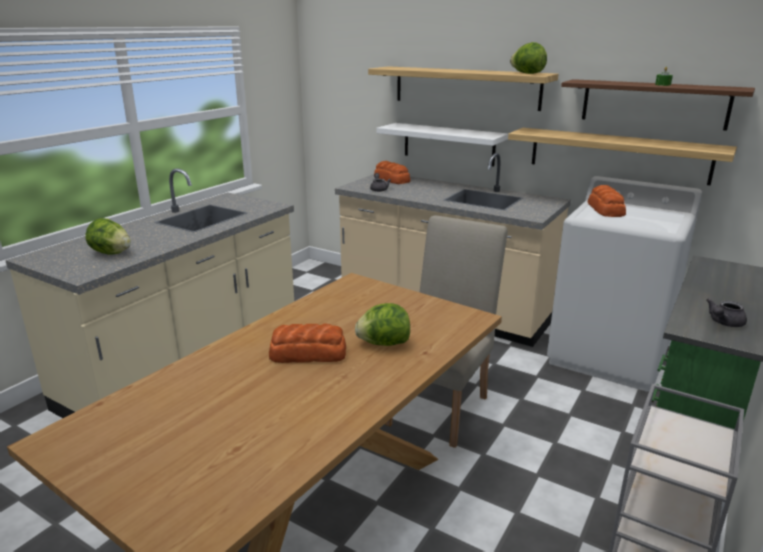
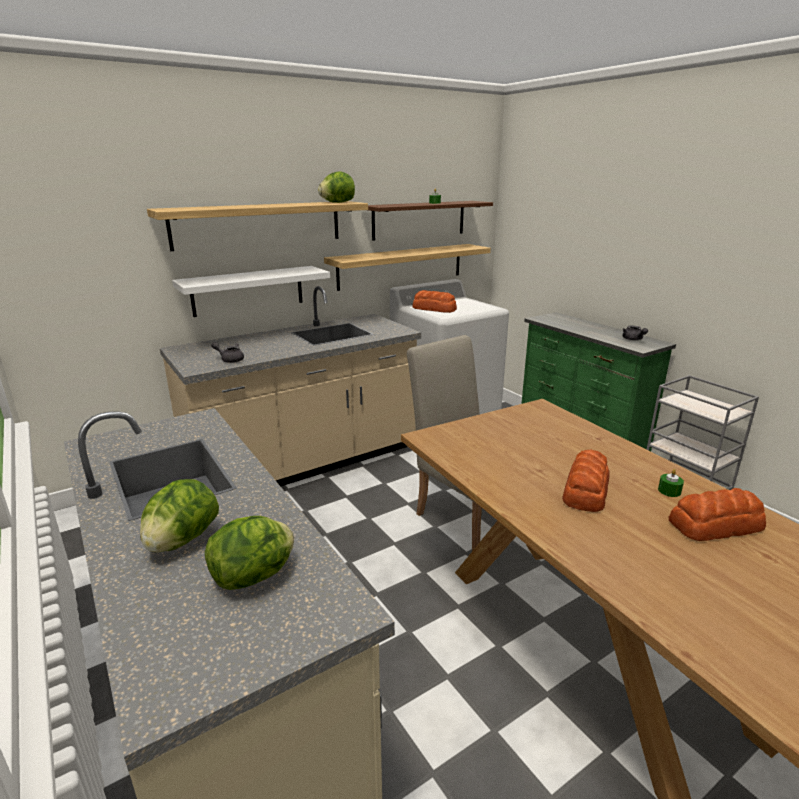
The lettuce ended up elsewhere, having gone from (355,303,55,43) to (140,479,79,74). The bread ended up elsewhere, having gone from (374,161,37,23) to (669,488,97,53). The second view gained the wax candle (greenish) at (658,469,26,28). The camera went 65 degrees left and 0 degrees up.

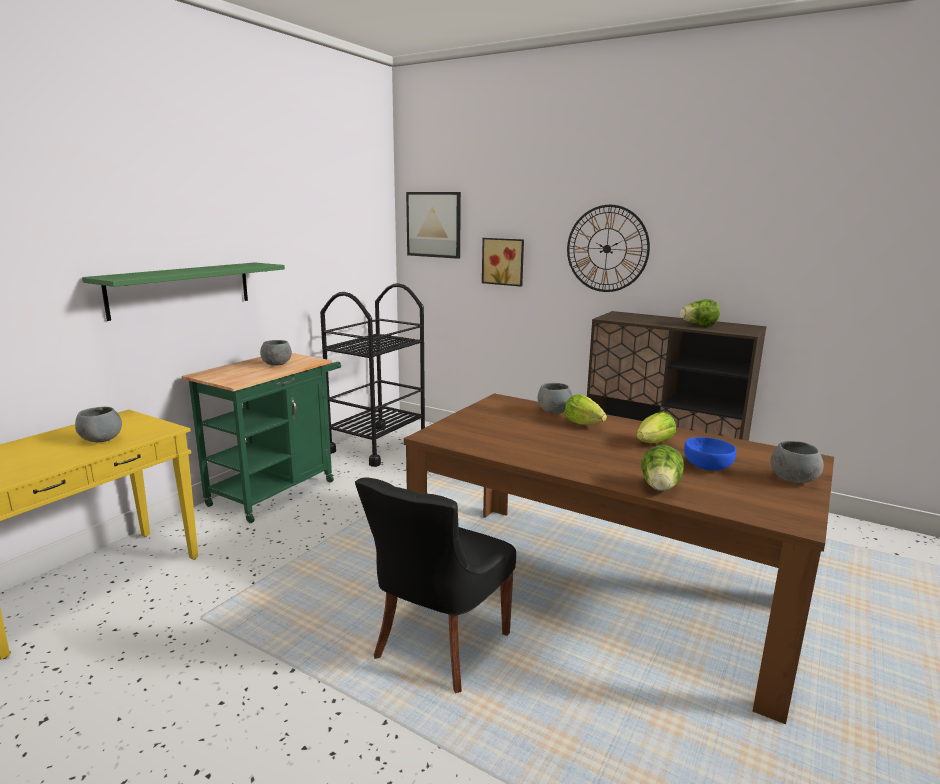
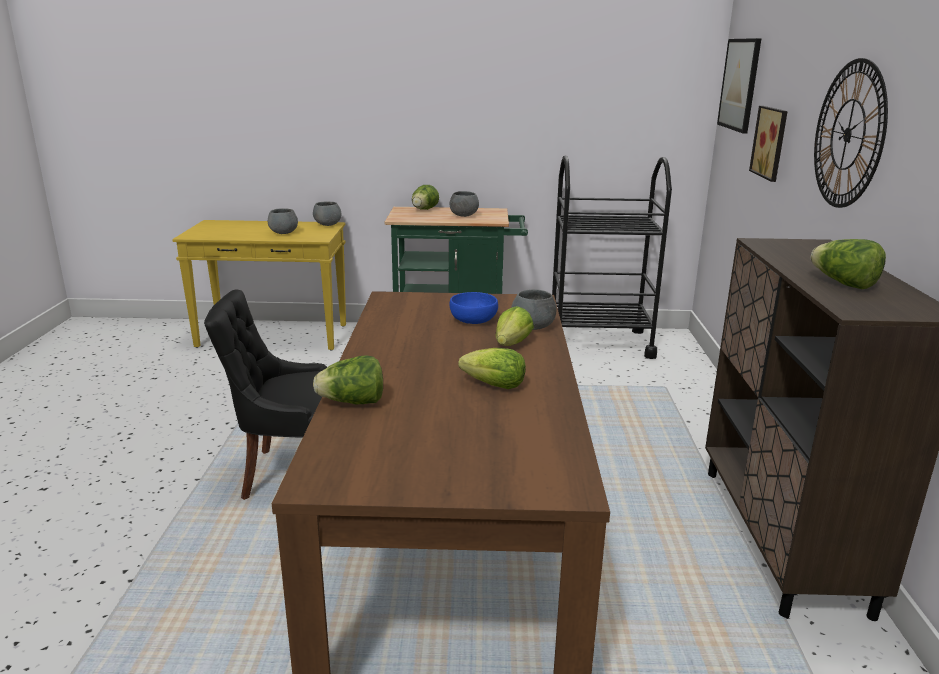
The second view lost the wall shelf (greenish) at (82,262,203,59). The serving bowl (bluish) ended up elsewhere, having gone from (684,437,52,34) to (450,292,48,32). The serving bowl (greyish) ended up elsewhere, having gone from (771,441,53,42) to (313,202,28,24). The second view gained the lettuce at (412,185,27,25). The camera went 60 degrees right and 5 degrees up.

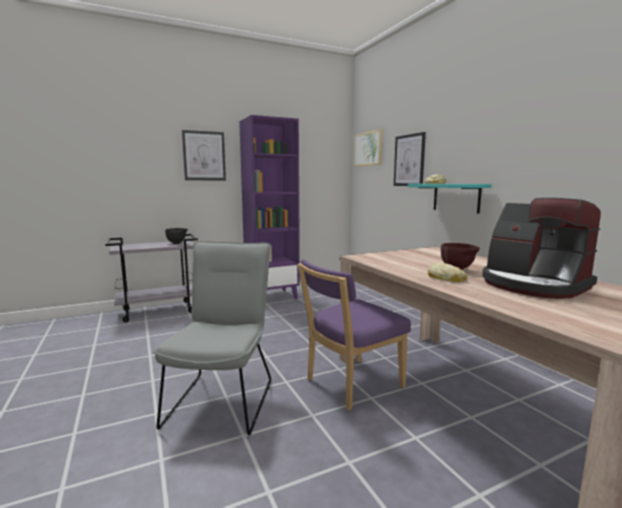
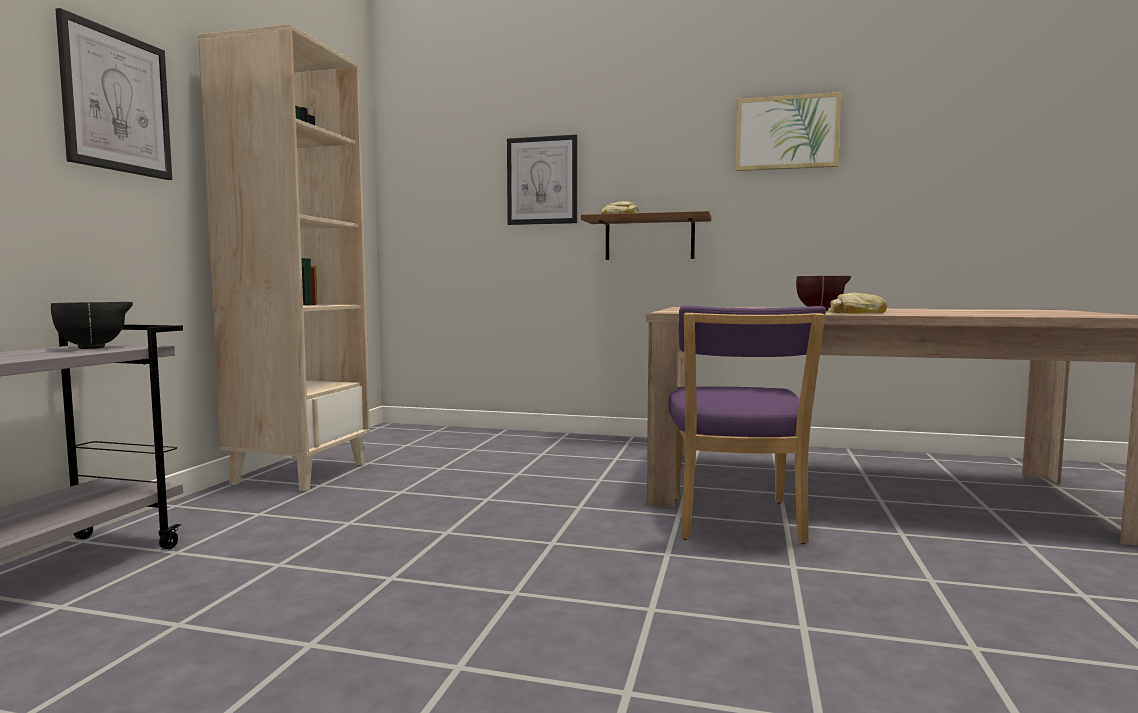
The second view lost the plain chair (greyish) at (153,241,118,194). What was the bookcase (purple-coloured) at (239,115,61,184) turned into the bookcase (beige-coloured) at (198,24,172,467). The wall art ended up elsewhere, having gone from (354,129,29,37) to (736,92,105,79). What was the wall shelf (blue-green) at (408,184,83,30) turned into the wall shelf (brownish) at (581,211,130,49). The second view lost the coffee machine at (482,198,119,101). The camera went 50 degrees left and 5 degrees down.

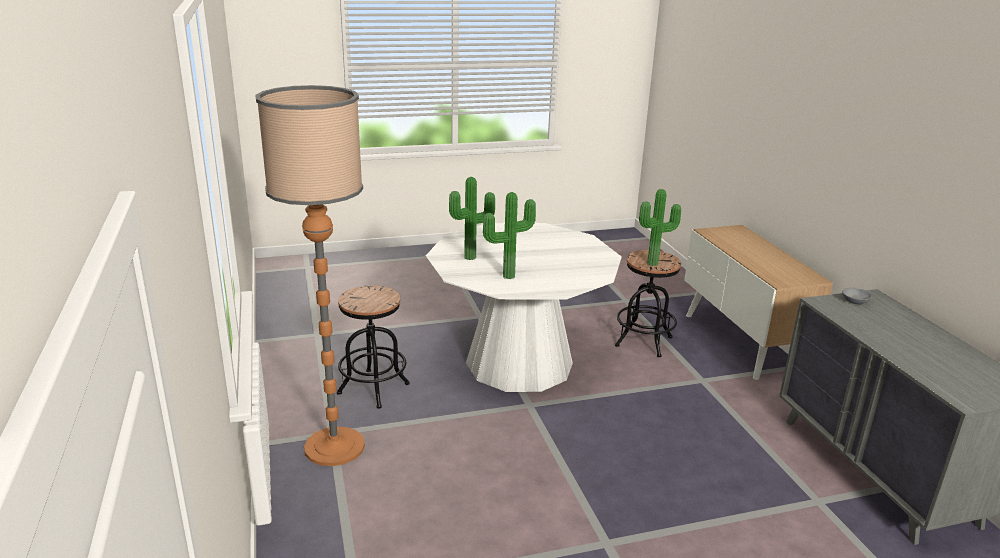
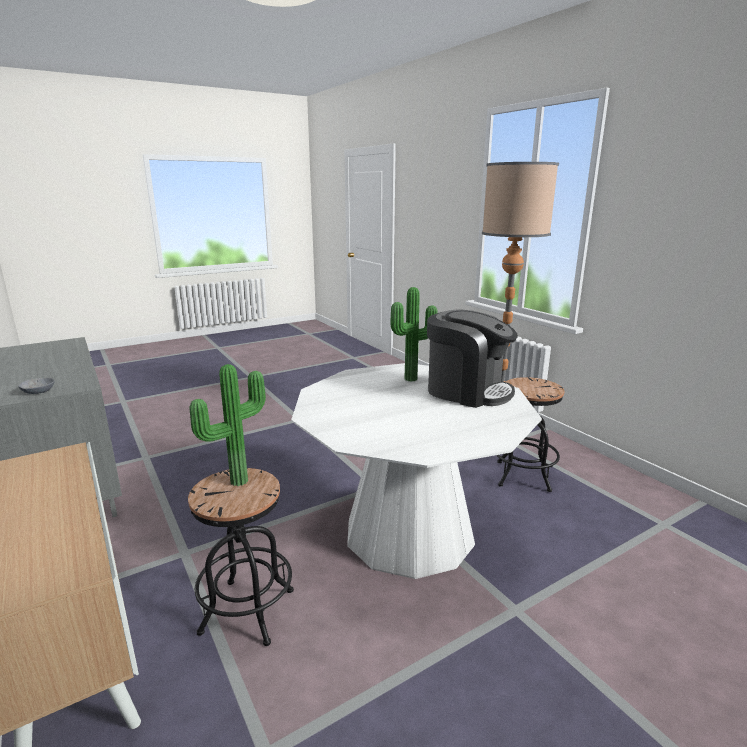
Where the potted plant stood at (449,177,46,83), the coffee machine came to stand at (427,310,91,98). The camera went 165 degrees right and 5 degrees down.

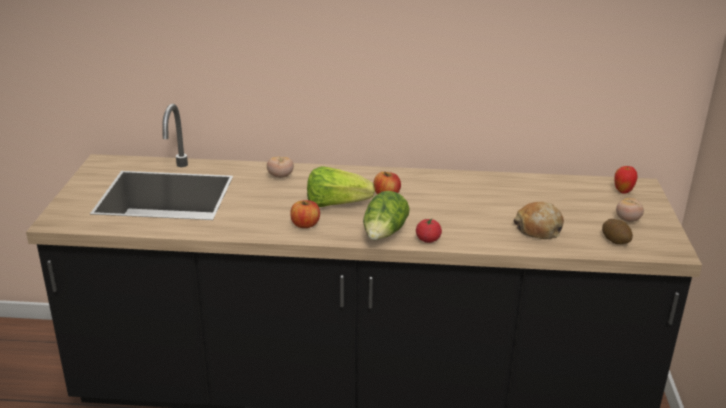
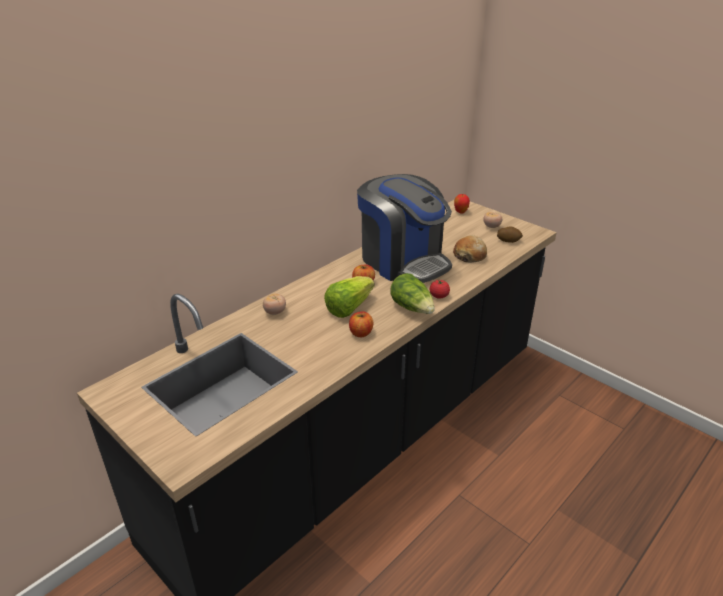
The second view gained the coffee machine at (357,174,95,109). The camera went 50 degrees left and 5 degrees up.

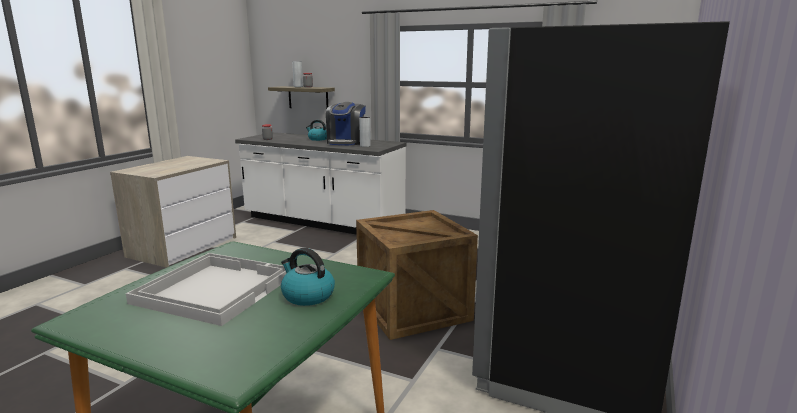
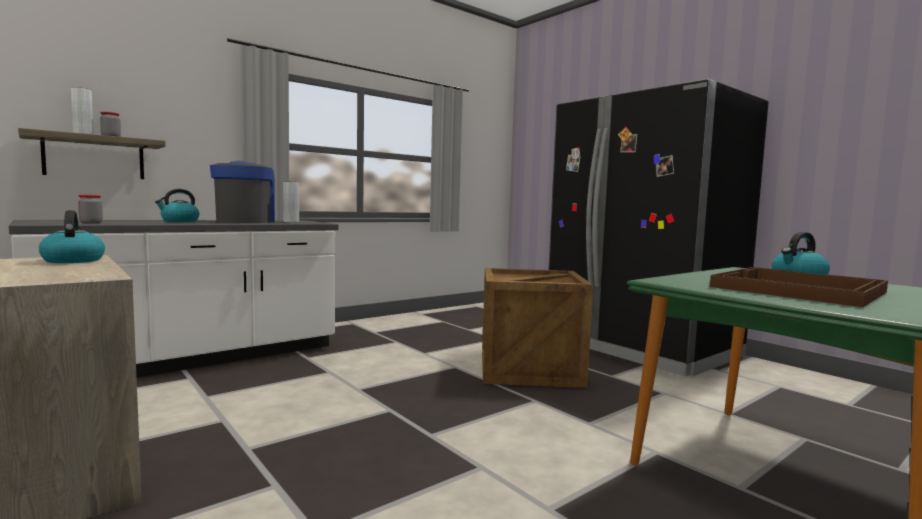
What was the tray (white) at (126,253,161,73) turned into the tray (brownish) at (710,267,178,40). The coffee machine at (326,102,40,43) ended up facing another way, 135 degrees counterclockwise from before. The second view gained the water kettle at (39,210,66,53). The camera went 65 degrees left and 10 degrees down.

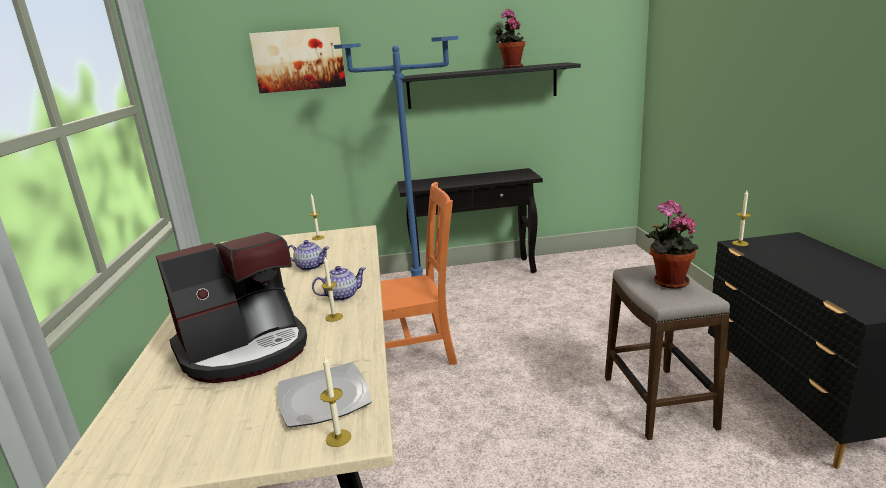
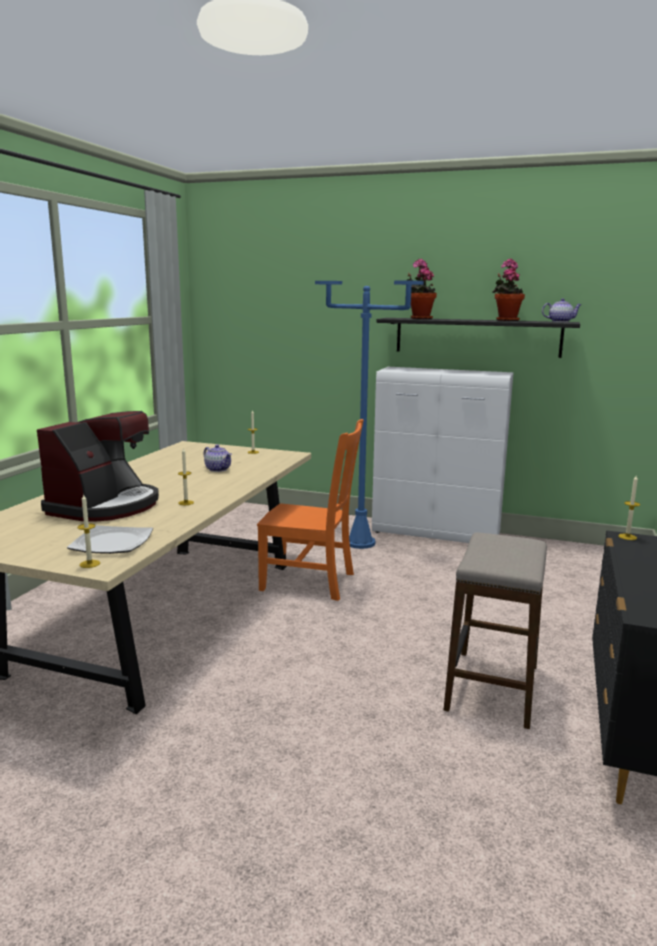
The coffee machine at (156,232,151,151) ended up facing another way, 60 degrees counterclockwise from before. The second view lost the wall art at (249,27,97,66). The pot for tea ended up elsewhere, having gone from (312,266,54,35) to (542,298,40,24). Where the hall table (black-coloured) stood at (397,168,146,105), the storage cabinet (white) came to stand at (372,367,142,176). The potted plant ended up elsewhere, having gone from (645,200,53,89) to (407,259,30,60). The camera went 25 degrees right and 5 degrees down.

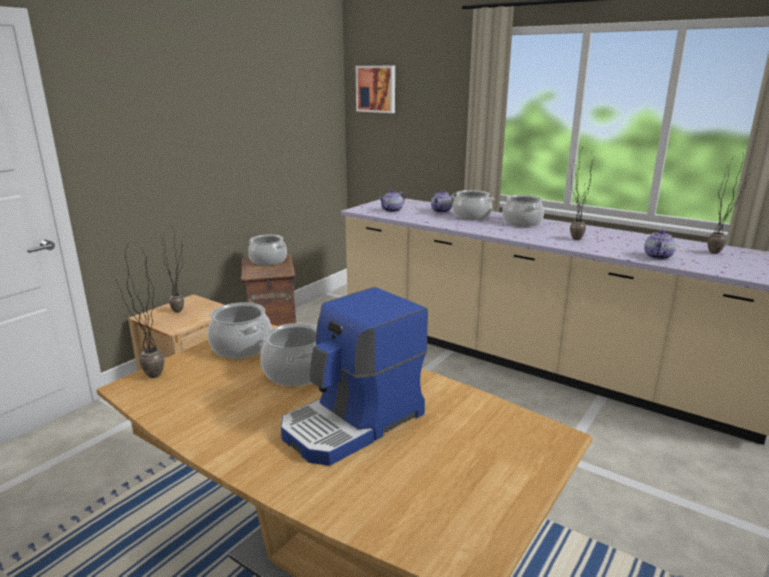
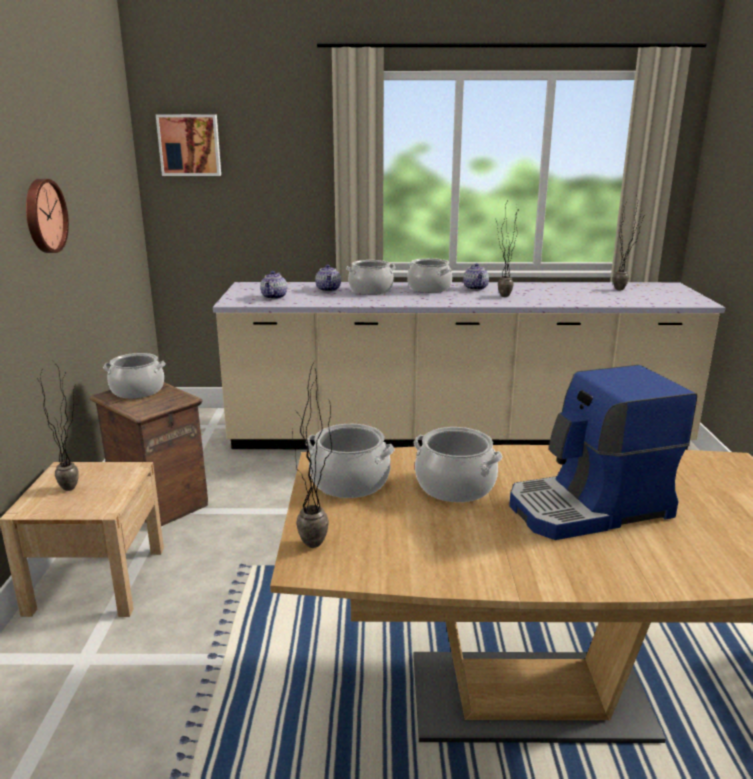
The coffee machine at (281,287,147,179) ended up facing another way, 60 degrees clockwise from before. The pot for tea ended up elsewhere, having gone from (644,230,32,30) to (463,263,26,27). The second view gained the clock on the wall at (26,179,43,74). The camera went 35 degrees left and 0 degrees up.

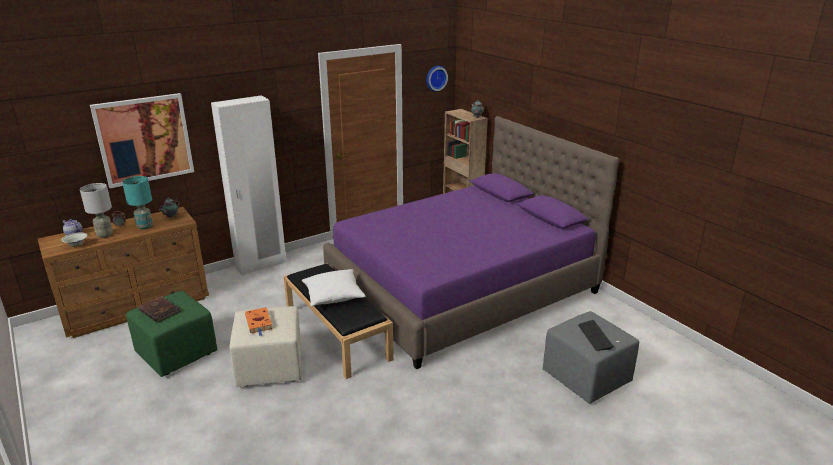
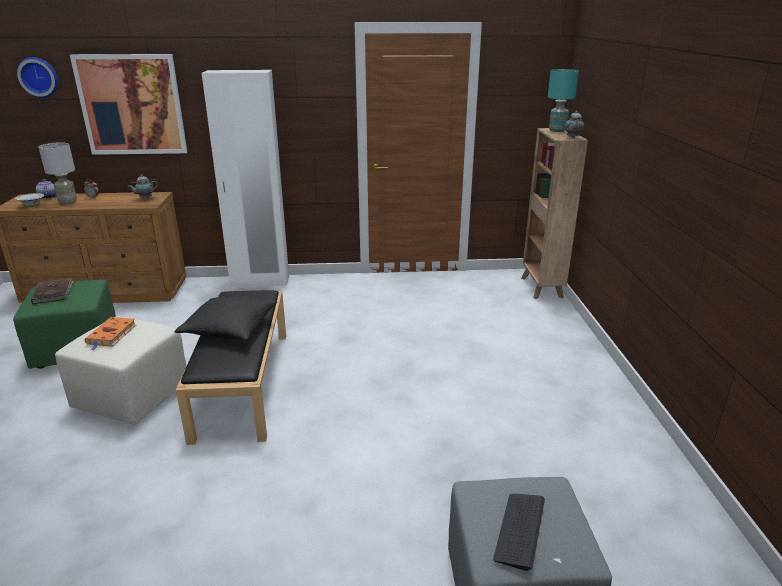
The tabletop lamp (blue-green) ended up elsewhere, having gone from (122,176,31,53) to (548,69,31,63). What was the throw pillow (white) at (302,269,64,38) turned into the throw pillow (black-coloured) at (175,296,102,44). The second view lost the bedroom bed (purple-coloured) at (323,116,296,253). The clock on the wall ended up elsewhere, having gone from (426,66,22,26) to (17,57,41,41). The camera went 30 degrees right and 0 degrees up.

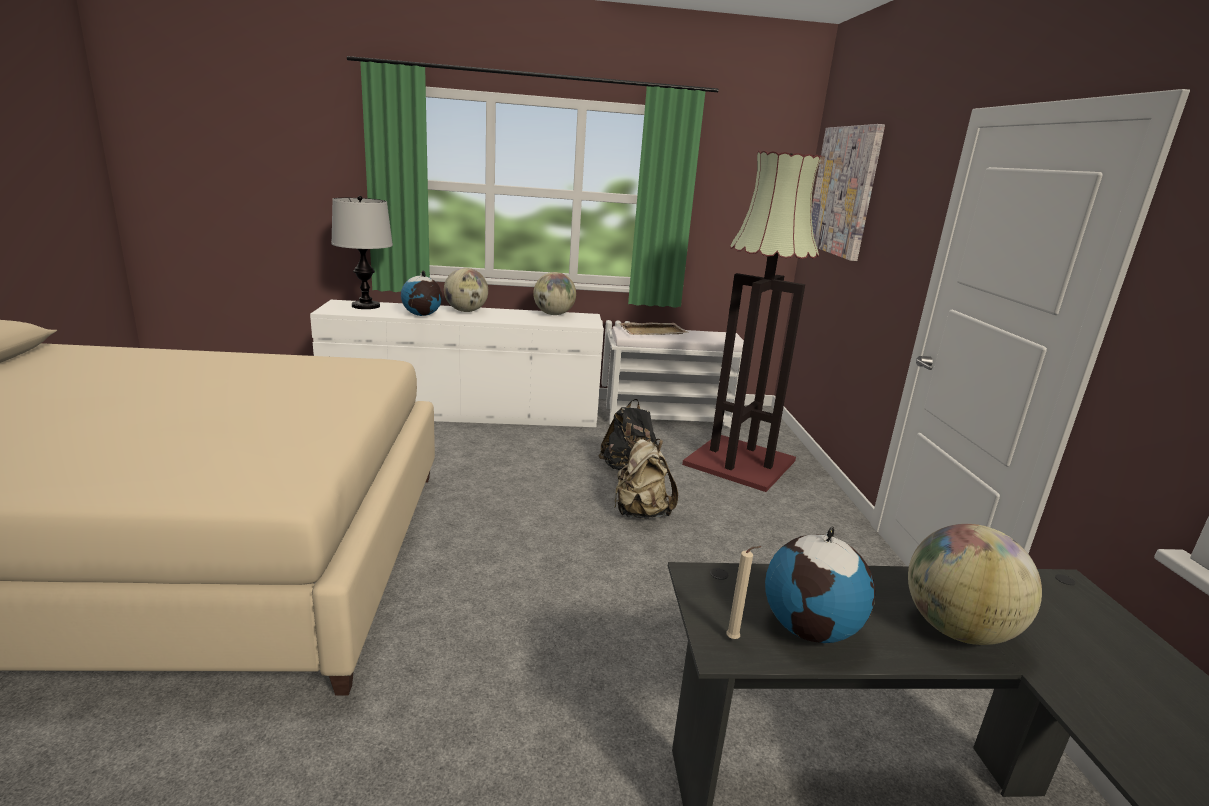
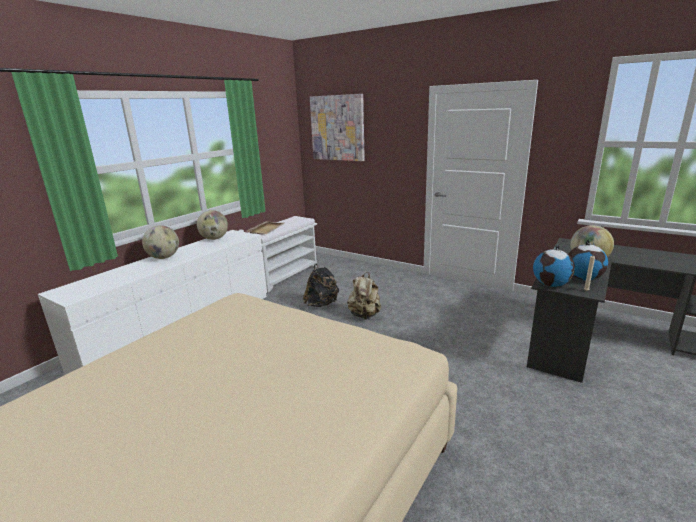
The second view lost the tabletop lamp at (331,196,62,113). The globe ended up elsewhere, having gone from (401,270,41,46) to (533,245,42,42). The second view lost the floor lamp at (682,151,139,341). The camera went 50 degrees left and 0 degrees up.

